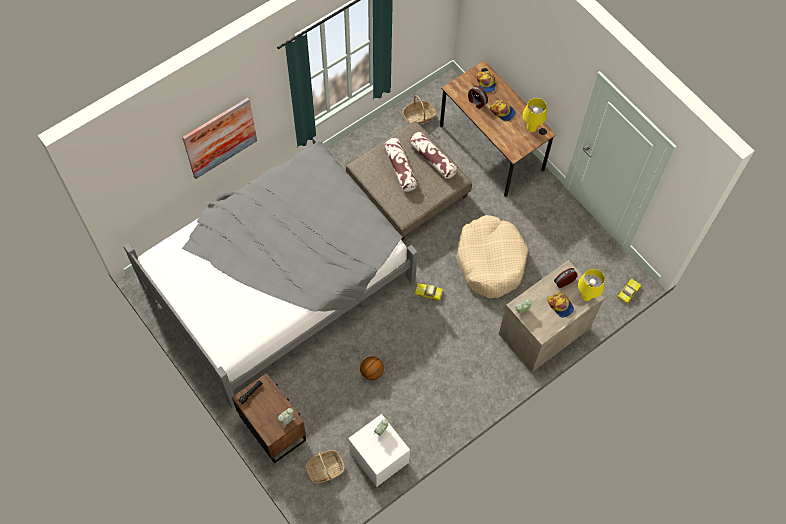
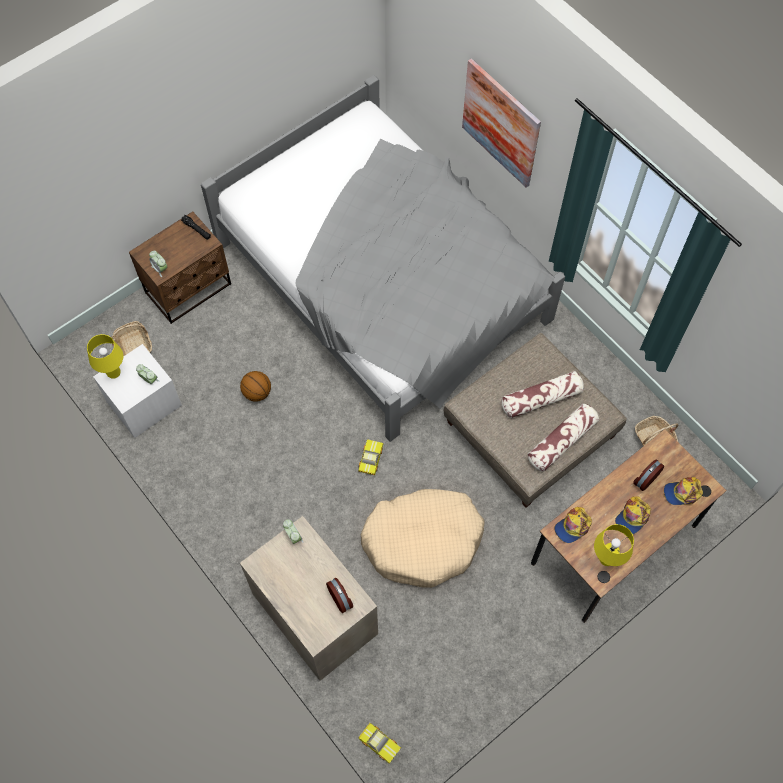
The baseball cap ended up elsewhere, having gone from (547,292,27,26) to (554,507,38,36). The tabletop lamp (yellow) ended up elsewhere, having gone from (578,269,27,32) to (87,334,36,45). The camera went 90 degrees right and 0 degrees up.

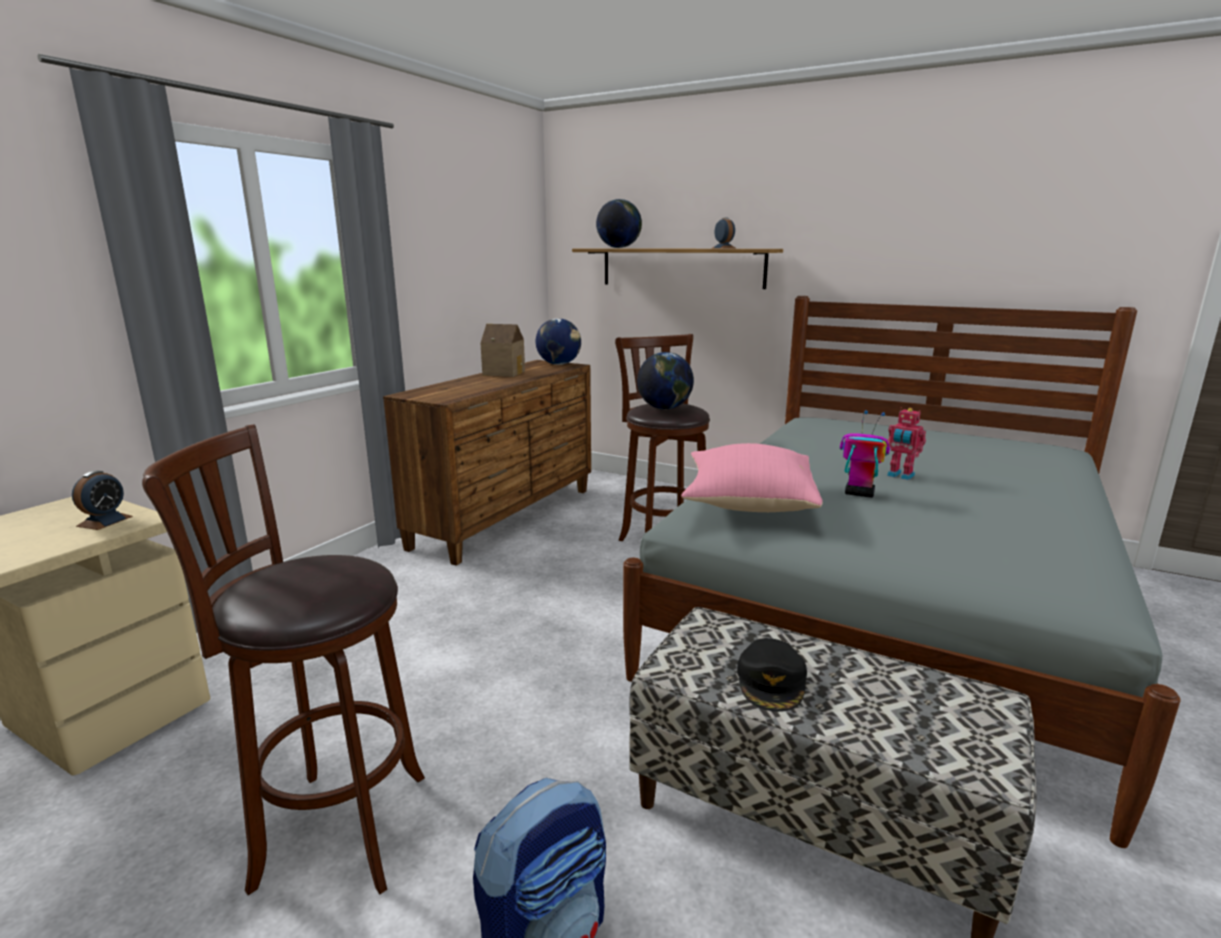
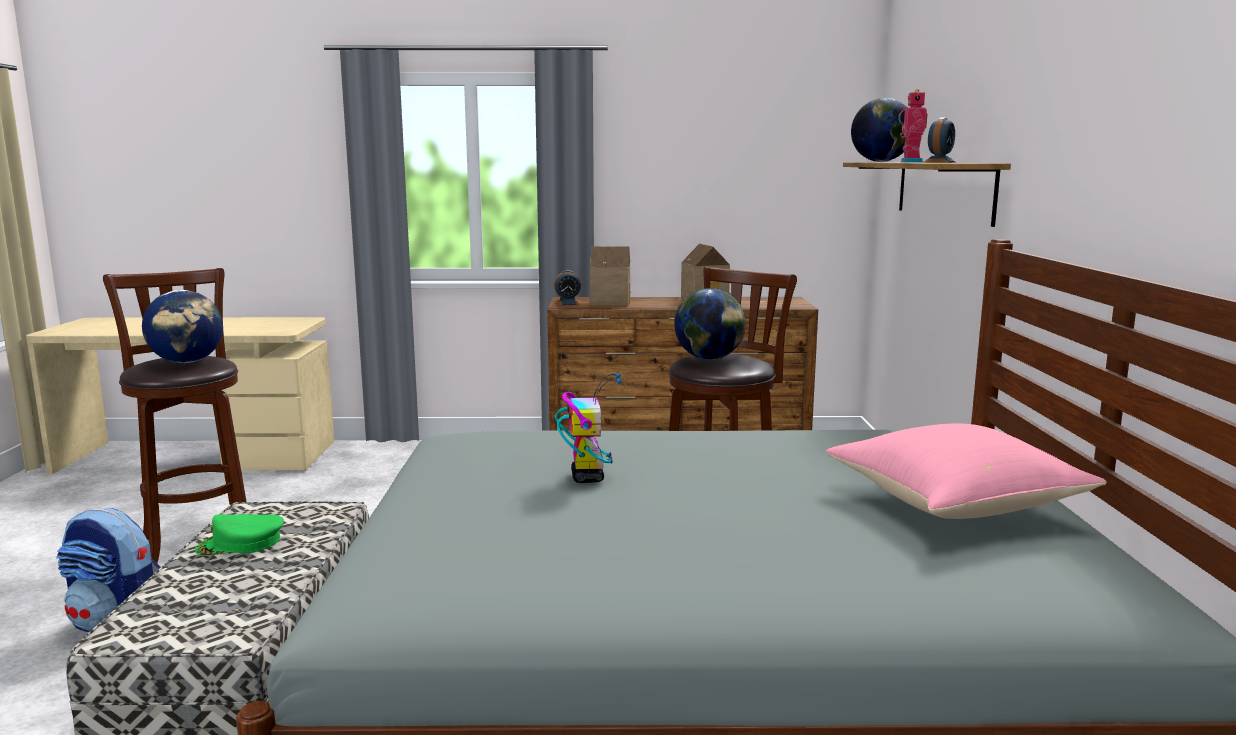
The alarm clock ended up elsewhere, having gone from (72,471,61,59) to (554,270,27,36). The globe ended up elsewhere, having gone from (536,318,45,47) to (142,290,81,73). The throw pillow (pinkish) ended up elsewhere, having gone from (681,443,142,69) to (826,424,281,95). What was the baseball cap (black-coloured) at (737,638,70,74) turned into the baseball cap (greenish) at (195,514,89,42). The robot figure ended up elsewhere, having gone from (887,408,39,72) to (898,89,29,74). The second view gained the toy house at (590,246,41,60). The camera went 60 degrees right and 5 degrees down.

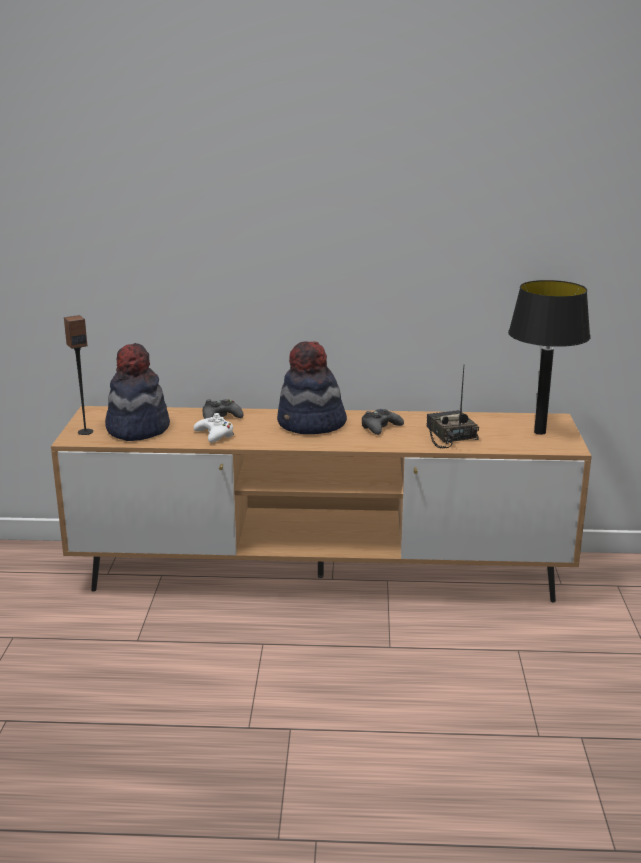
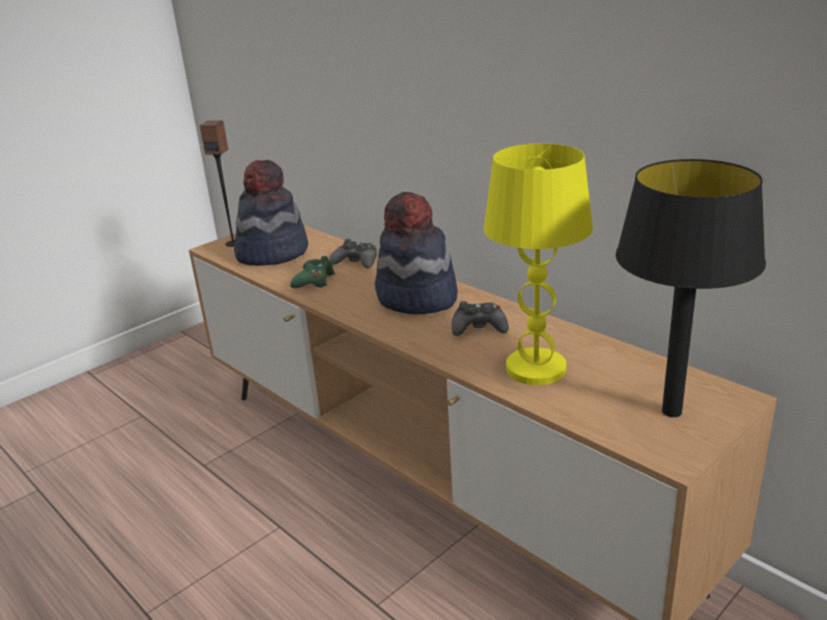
What was the game controller (white) at (194,413,40,30) turned into the game controller (greenish) at (290,256,45,32). Where the radio stood at (426,364,53,84), the tabletop lamp (yellow) came to stand at (483,143,110,242). The camera went 45 degrees right and 5 degrees up.

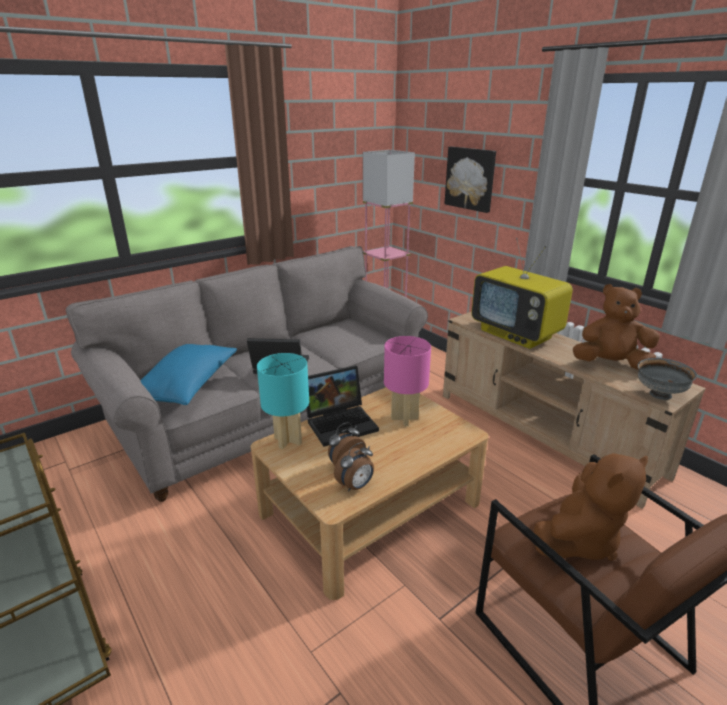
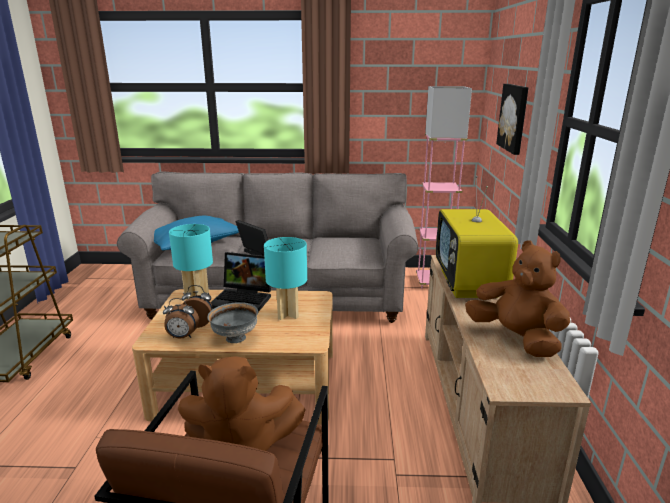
What was the tabletop lamp (pinkish) at (384,336,47,90) turned into the tabletop lamp (blue-green) at (264,237,43,83). The serving bowl (greyish) ended up elsewhere, having gone from (638,358,59,42) to (207,302,51,41). The camera went 40 degrees right and 5 degrees down.

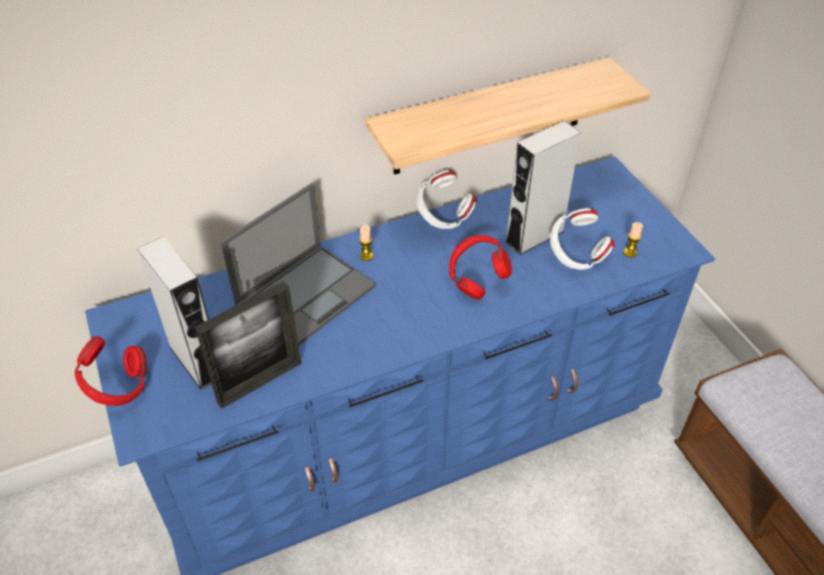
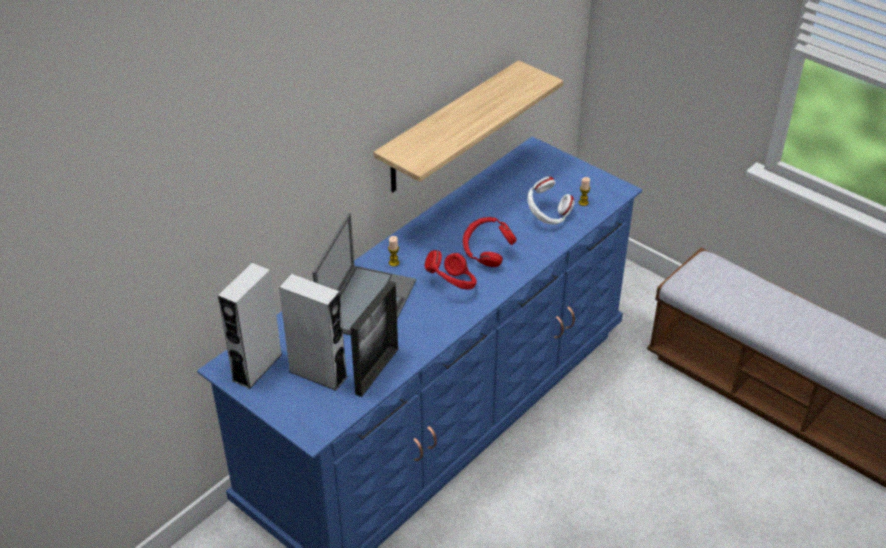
The headset (red) ended up elsewhere, having gone from (75,336,72,70) to (425,250,52,40). The second view lost the headset (white) at (416,170,61,59). The audio speaker (greyish) ended up elsewhere, having gone from (505,121,76,134) to (218,263,64,126). The camera went 25 degrees left and 5 degrees down.

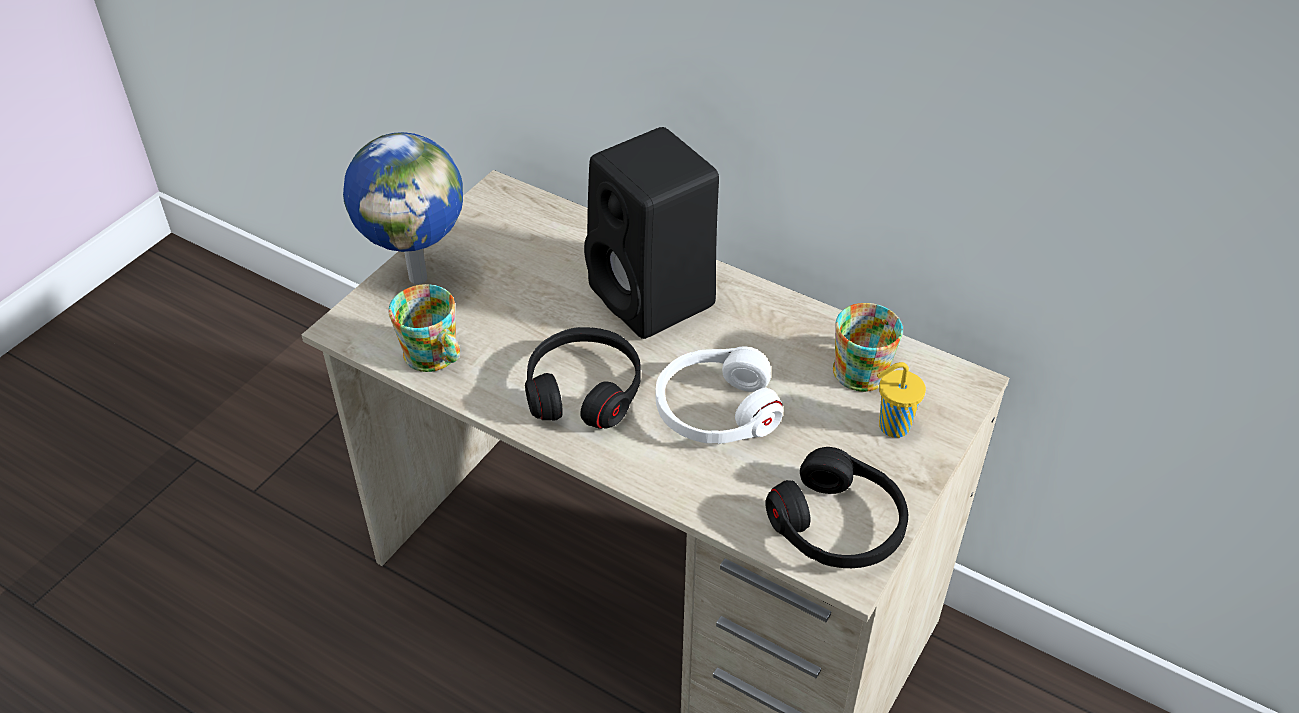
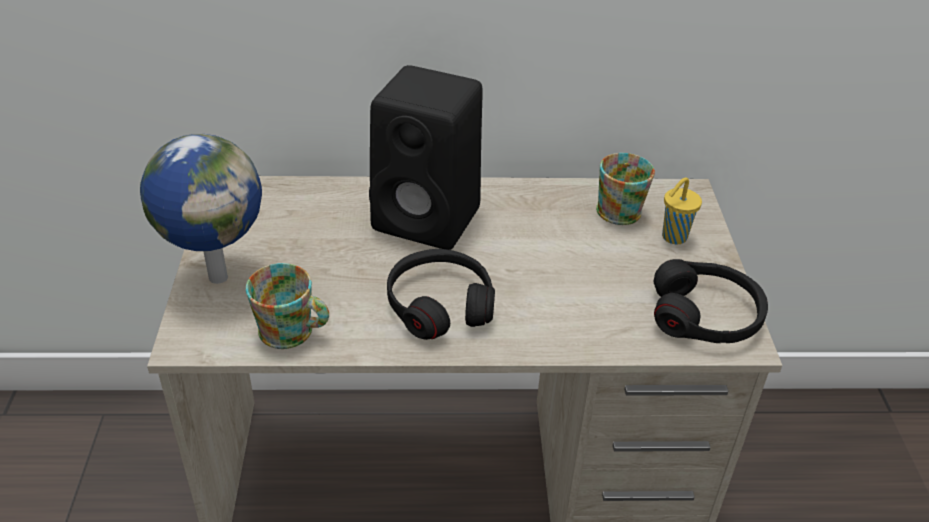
The second view lost the headset (white) at (656,346,127,98). The camera went 35 degrees left and 5 degrees down.

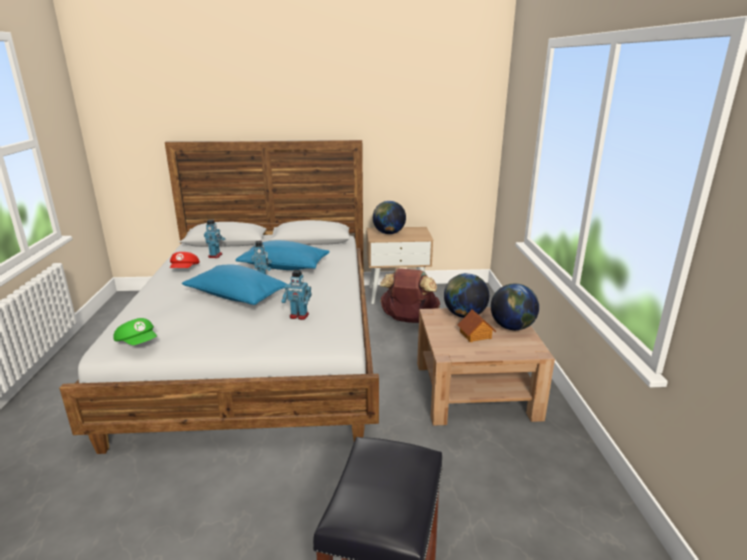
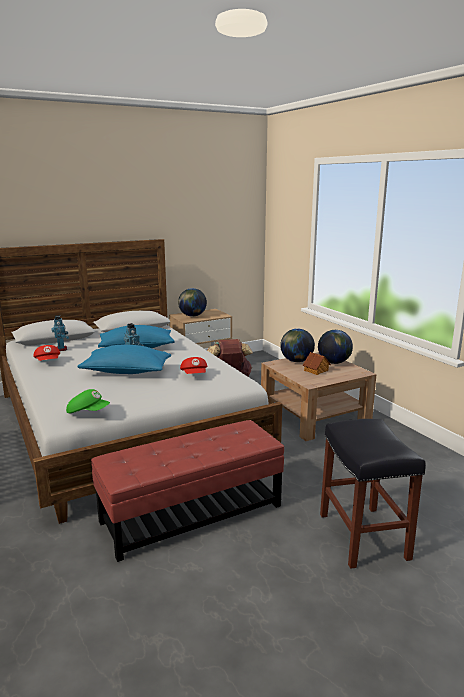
Where the robot figure stood at (282,270,30,50), the baseball cap (red) came to stand at (180,357,27,17). The second view gained the ottoman (red) at (91,420,193,142). The camera went 25 degrees left and 5 degrees down.

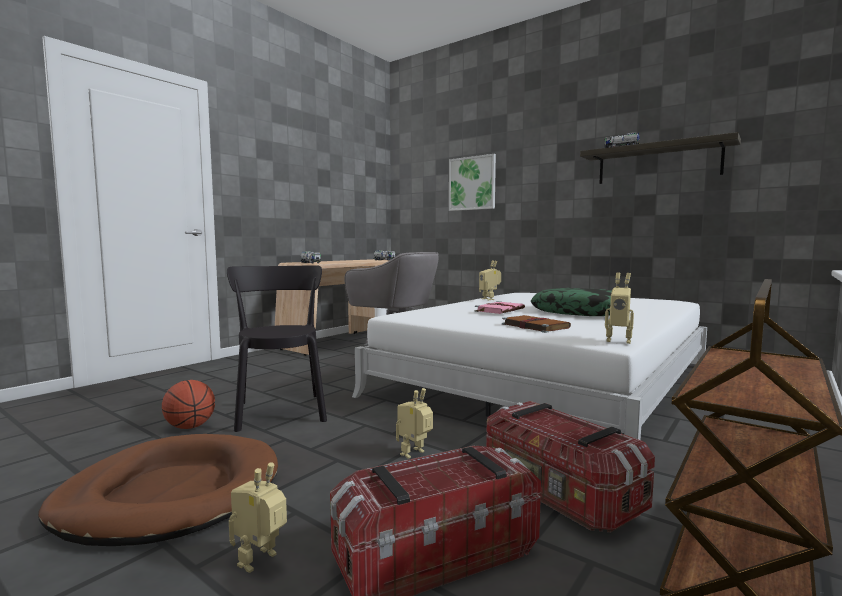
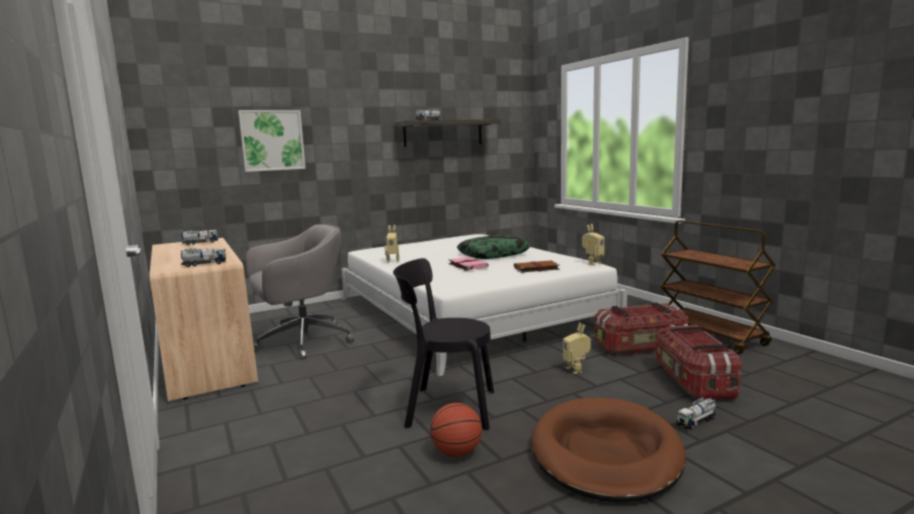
Where the robot figure stood at (229,462,58,111), the toy lorry came to stand at (677,397,40,33). The camera went 65 degrees left and 5 degrees up.

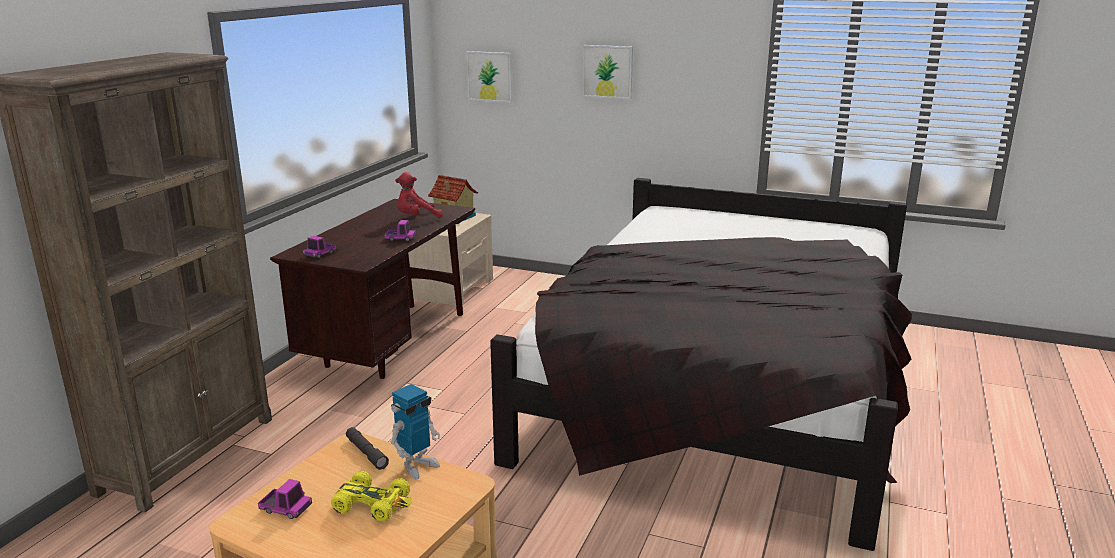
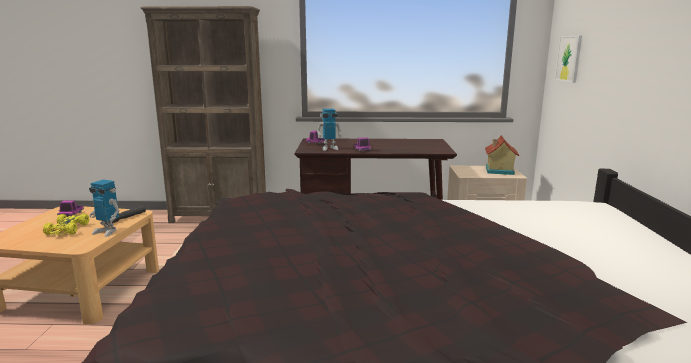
The second view lost the soft toy (red) at (395,172,48,46). The second view lost the wall art at (583,45,50,54). The second view gained the robot figure at (317,109,25,42). The camera went 70 degrees right and 5 degrees down.

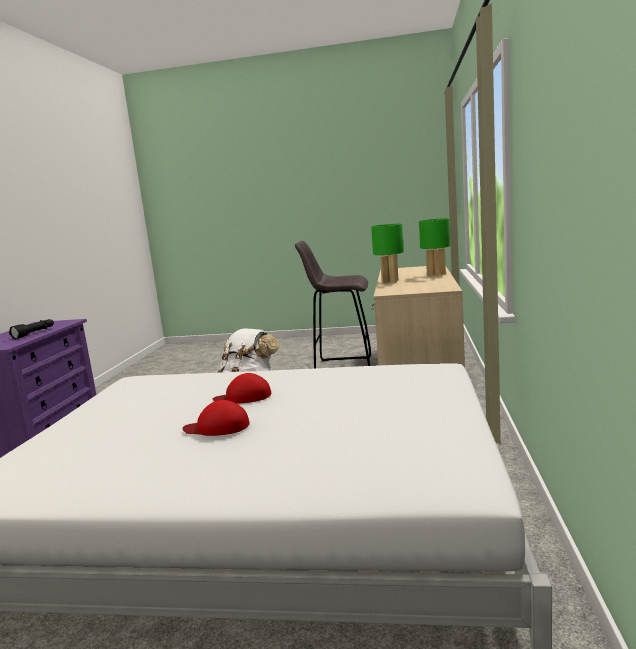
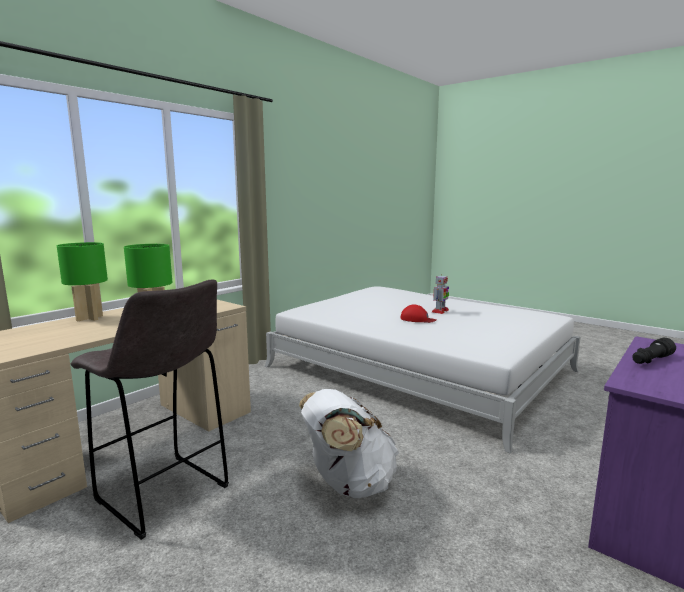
Where the baseball cap (red) stood at (183,400,67,36), the robot figure came to stand at (432,276,17,38). The camera went 150 degrees left and 0 degrees up.

